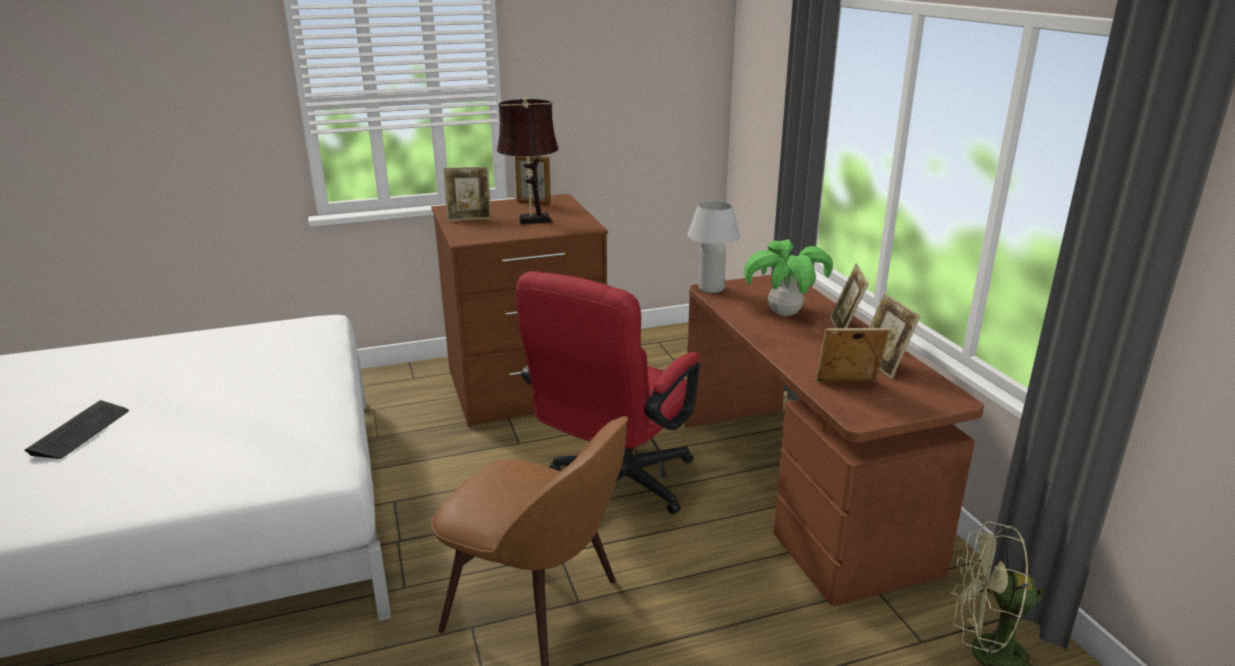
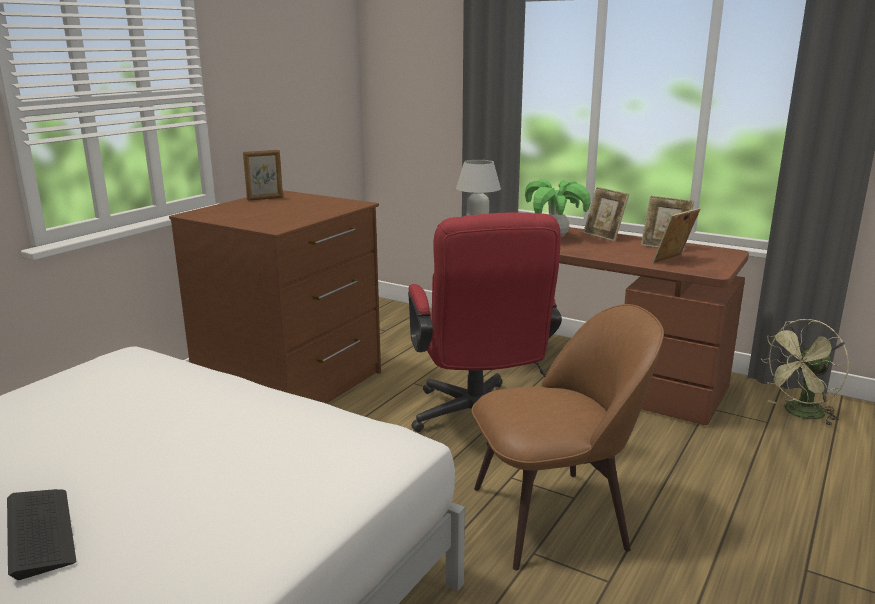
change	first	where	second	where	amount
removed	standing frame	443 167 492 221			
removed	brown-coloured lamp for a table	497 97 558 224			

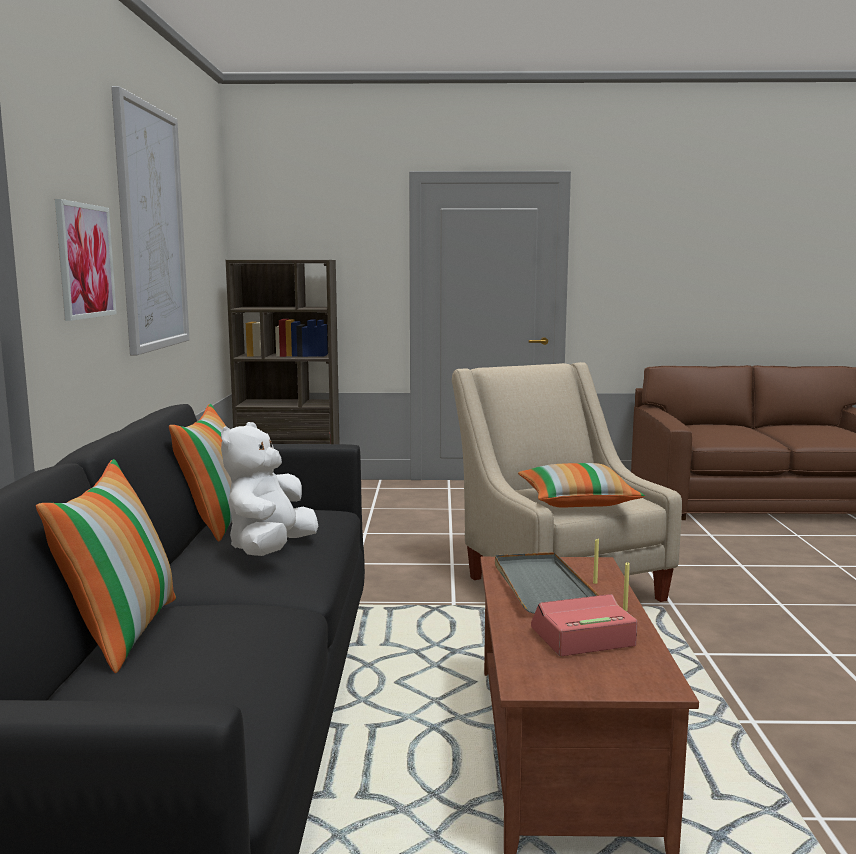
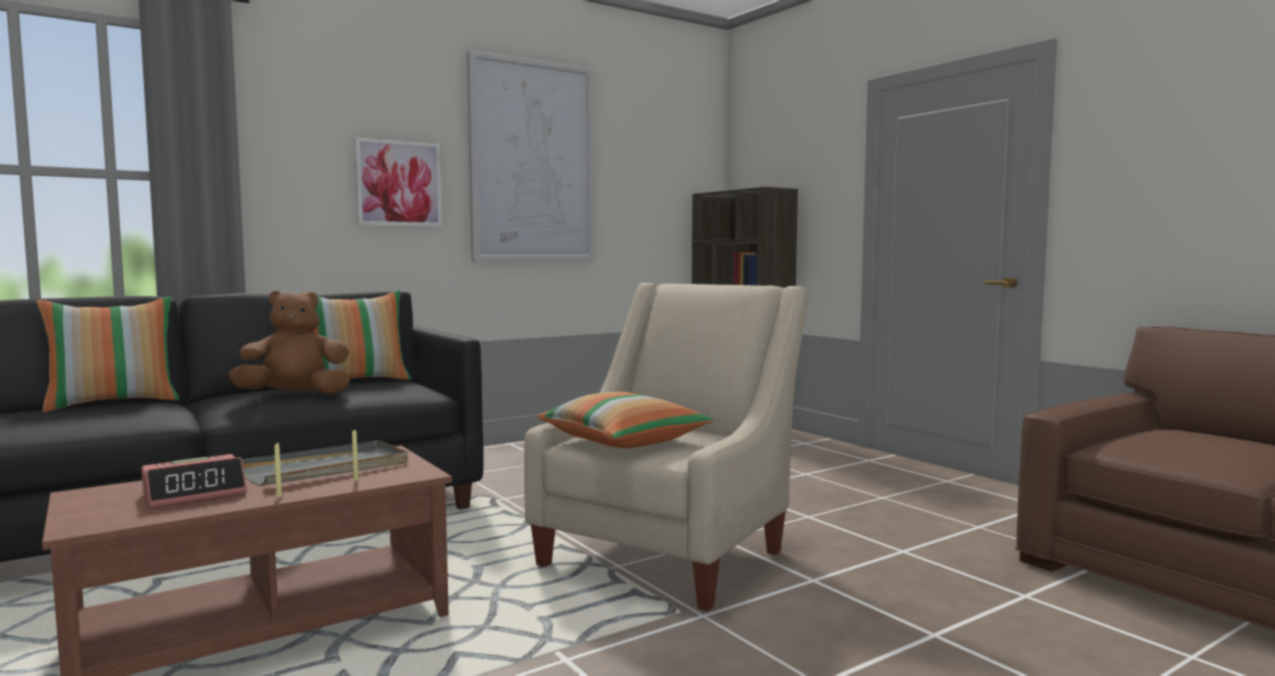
change	first	where	second	where	amount
turned	table clock	531 594 638 656		142 454 247 508	105 degrees clockwise
recoloured	white-coloured plush toy	221 422 318 556	brown-coloured plush toy	229 291 350 395	

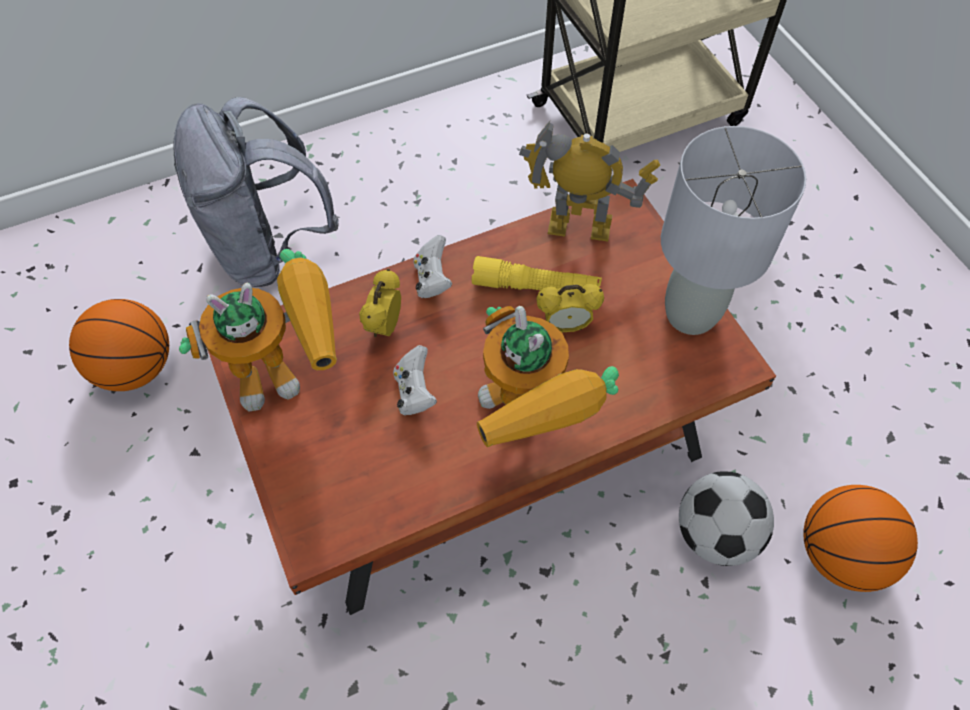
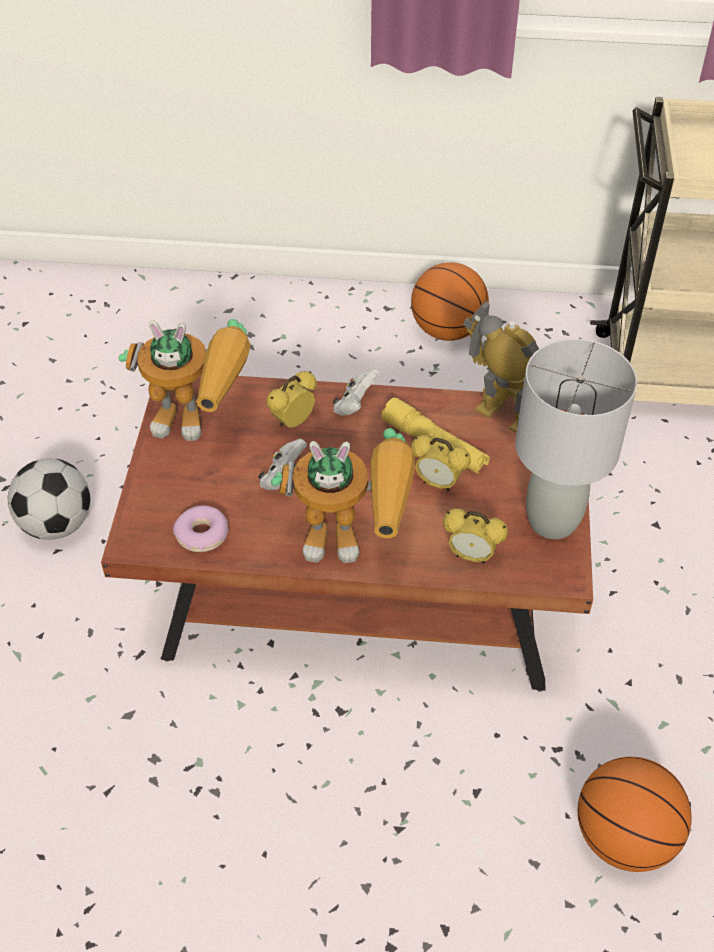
change	first	where	second	where	amount
moved	football ball	679 471 774 566		7 458 90 540	
added			doughnut	173 505 229 552	
turned	robot figure	477 306 619 447		271 428 415 563	90 degrees counterclockwise
moved	ball for basketball	69 299 169 391		411 262 489 341	
added			table clock	443 509 508 564	
removed	gray backpack	173 97 339 287			

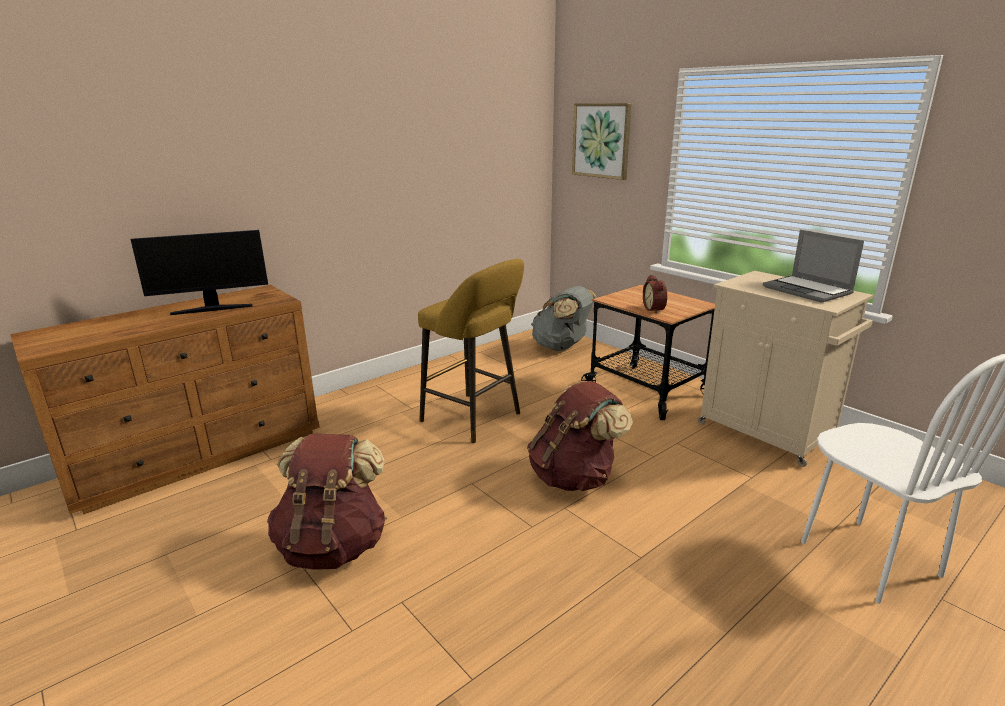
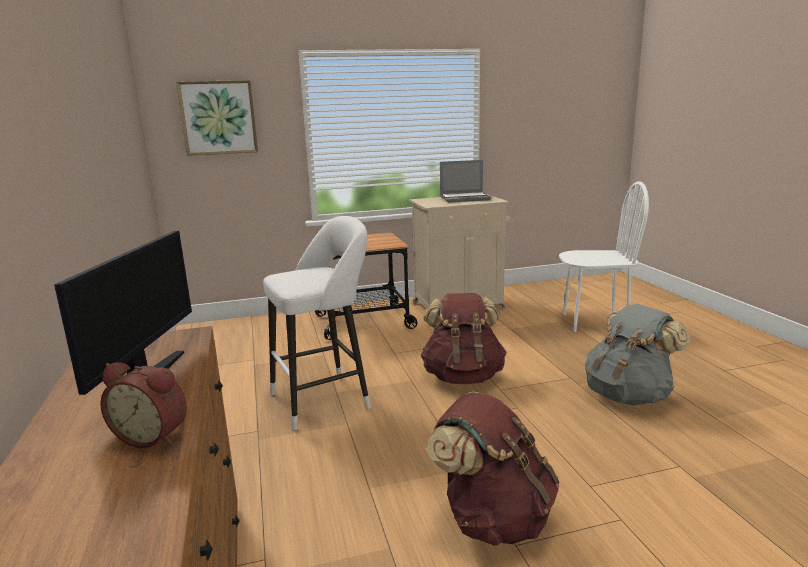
change	first	where	second	where	amount
moved	table clock	643 275 667 314		100 362 187 448	
recoloured	yellowish stool	418 259 524 443	white-coloured stool	263 216 371 430	
moved	gray backpack	531 286 597 351		585 304 690 405	

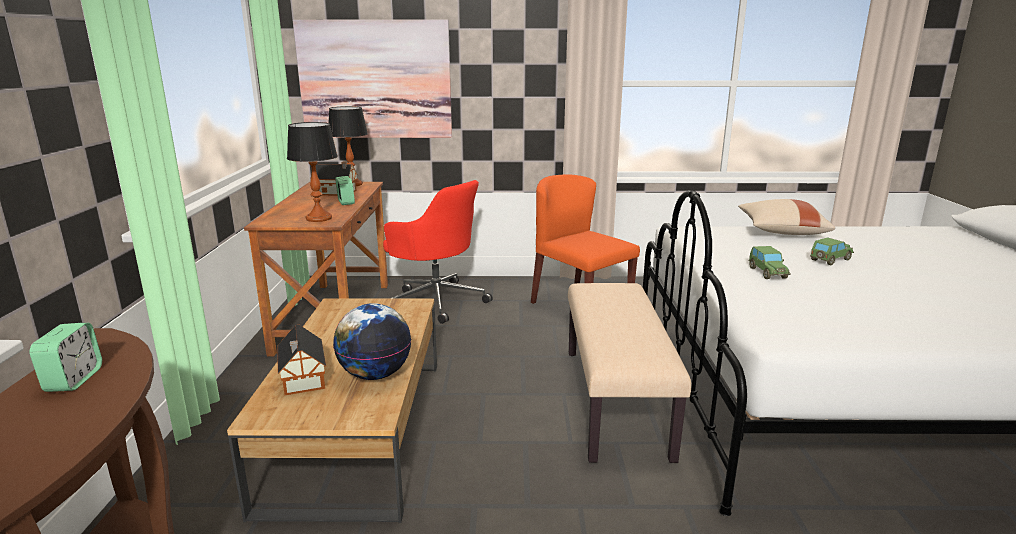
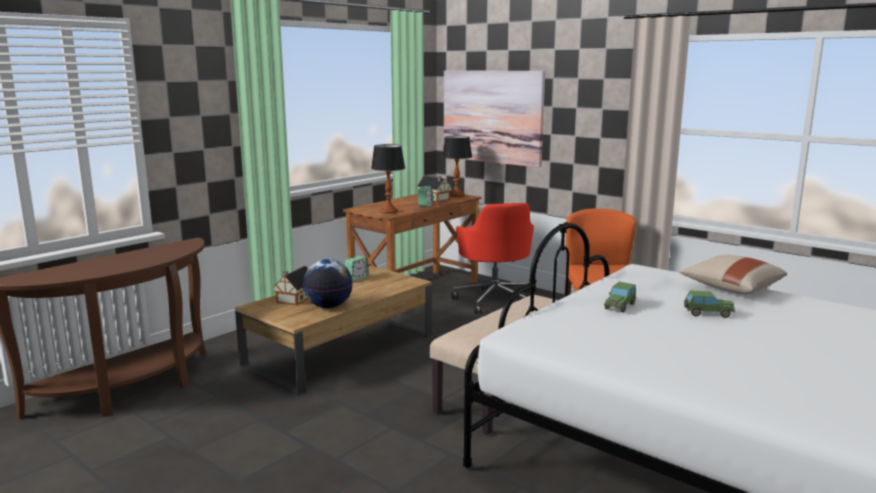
change	first	where	second	where	amount
moved	table clock	29 323 102 392		345 256 369 281	

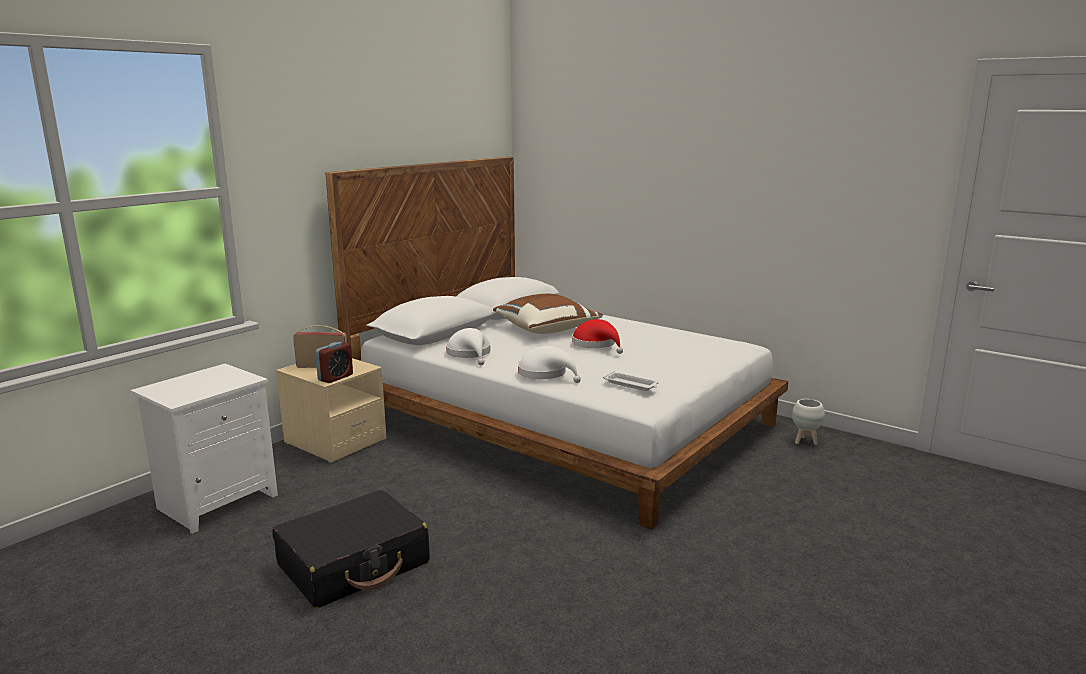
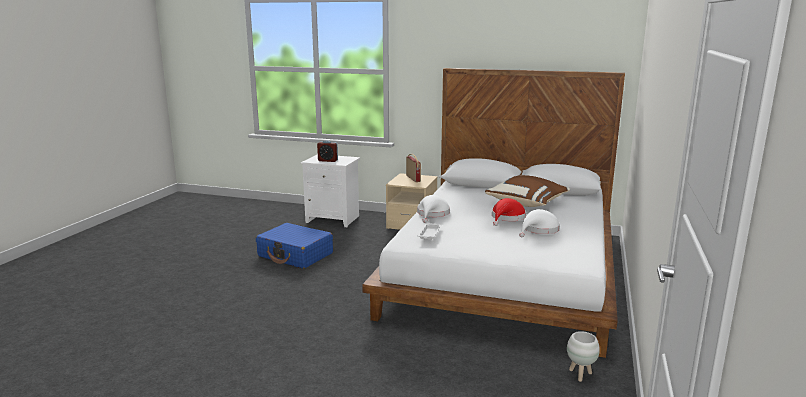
change	first	where	second	where	amount
recoloured	black suitcase	272 490 430 608	blue-coloured suitcase	256 223 333 269	
moved	table clock	315 342 353 383		317 140 338 162	
moved	white-coloured hat	446 328 490 365		519 209 560 237	

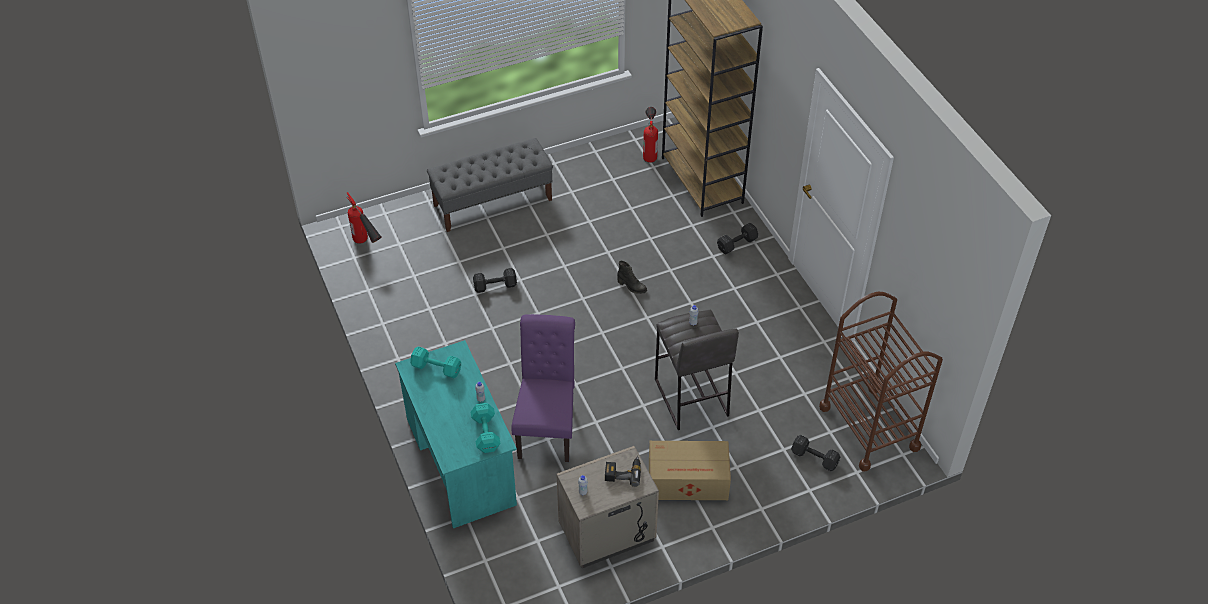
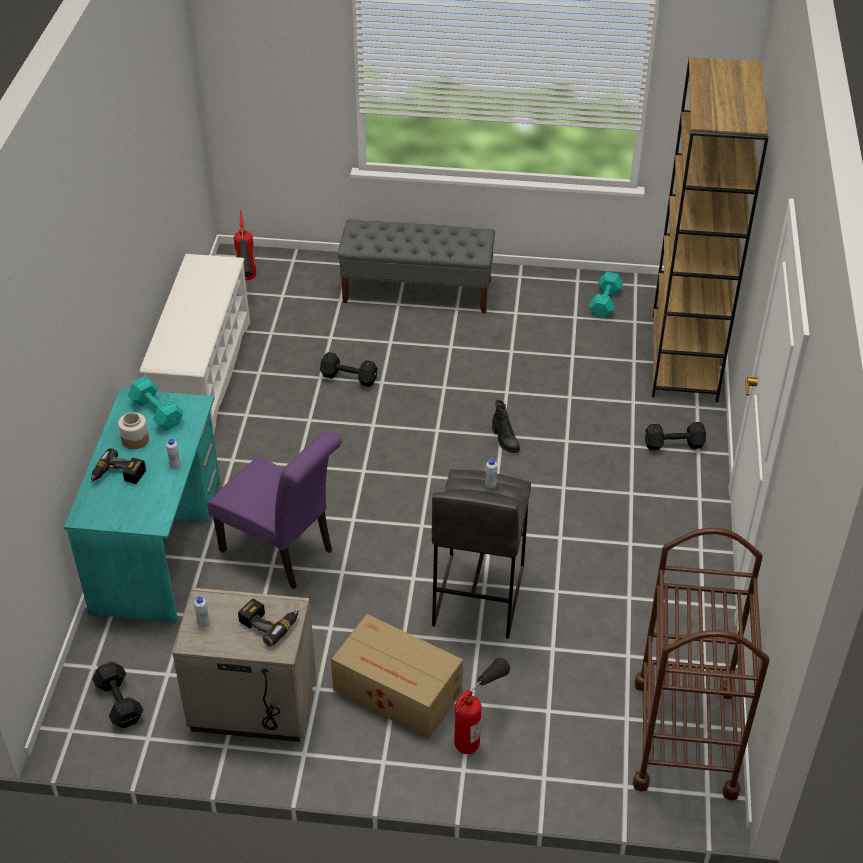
change	first	where	second	where	amount
added			electric drill	91 448 146 484	
moved	black hand weight	791 435 841 471		92 662 143 728	
added			storage jar	118 412 149 449	
added			white-coloured shoe rack	140 254 250 435	
turned	purplish plain chair	511 314 575 462		207 431 342 589	90 degrees clockwise
moved	fire extinguisher	643 107 658 163		454 658 510 754	
moved	turquoise-coloured hand weight	470 403 500 453		589 272 623 318	

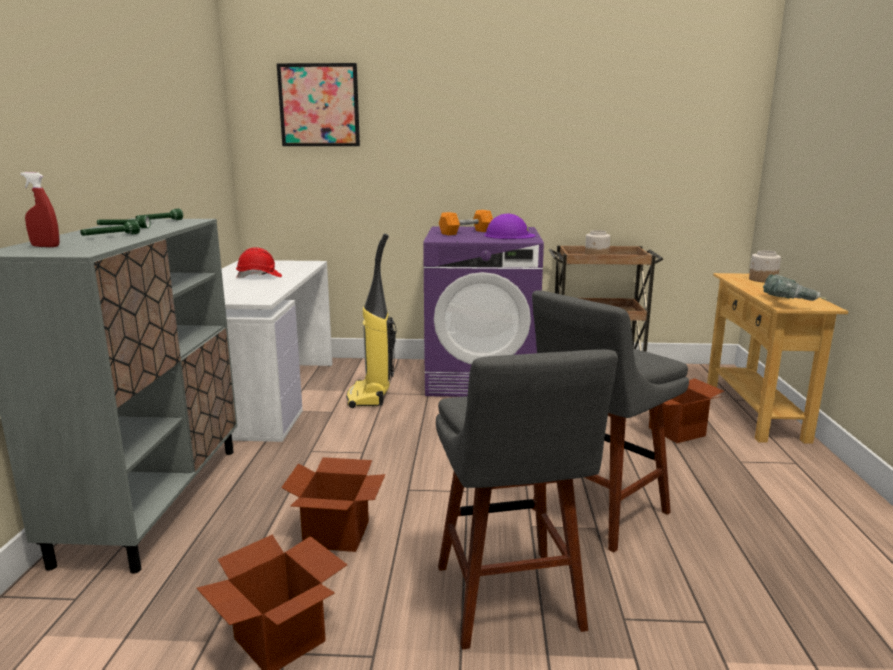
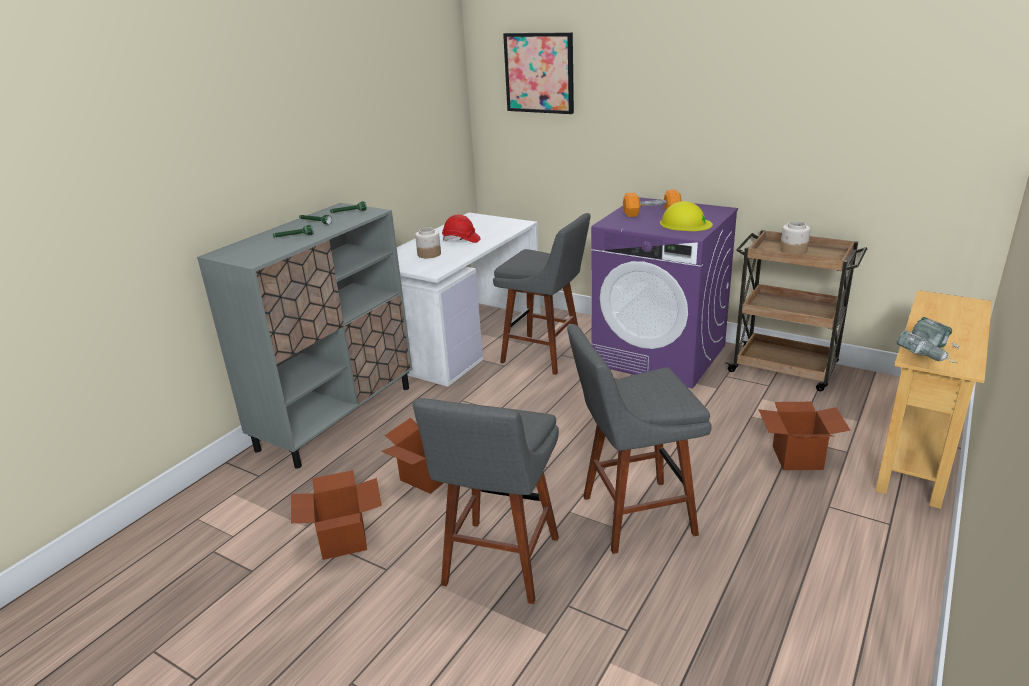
change	first	where	second	where	amount
moved	storage jar	749 250 781 283		415 227 441 258	
replaced	hoover	346 233 396 408	gray stool	493 213 590 375	
recoloured	purplish hard hat	484 214 536 239	yellowish hard hat	660 201 713 231	
removed	red hand sprayer	20 172 60 247			

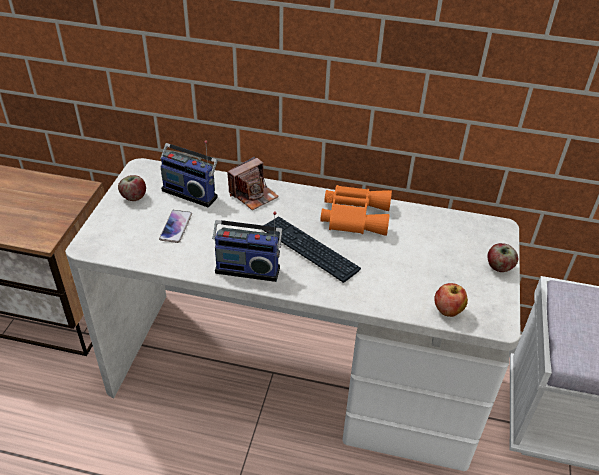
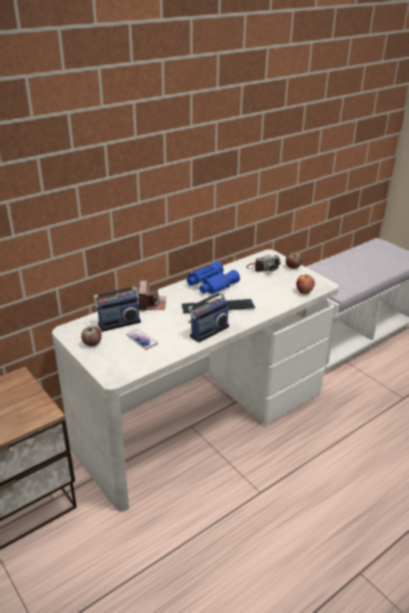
change	first	where	second	where	amount
recoloured	orange-coloured pair of binoculars	320 185 392 236	blue-coloured pair of binoculars	187 261 240 295	
added			photo camera	246 255 281 272	

